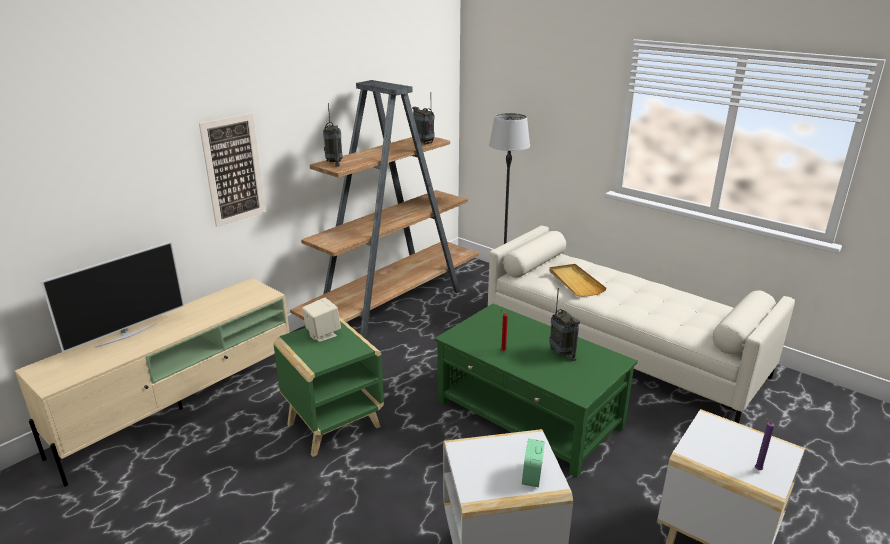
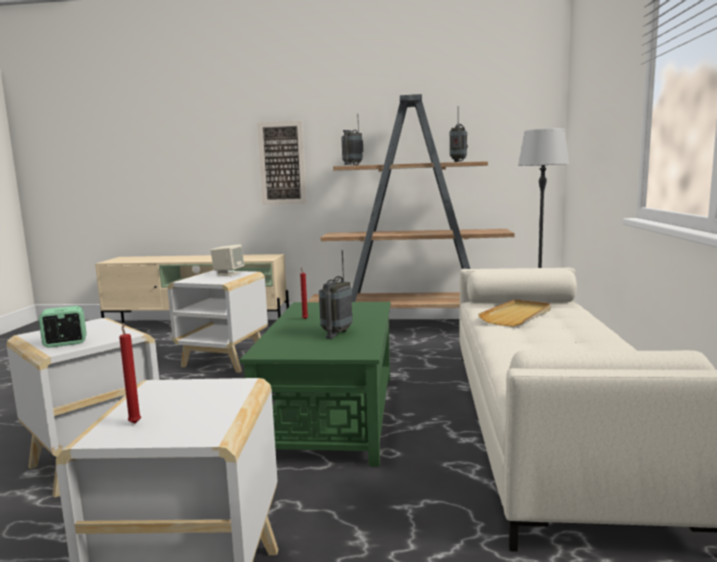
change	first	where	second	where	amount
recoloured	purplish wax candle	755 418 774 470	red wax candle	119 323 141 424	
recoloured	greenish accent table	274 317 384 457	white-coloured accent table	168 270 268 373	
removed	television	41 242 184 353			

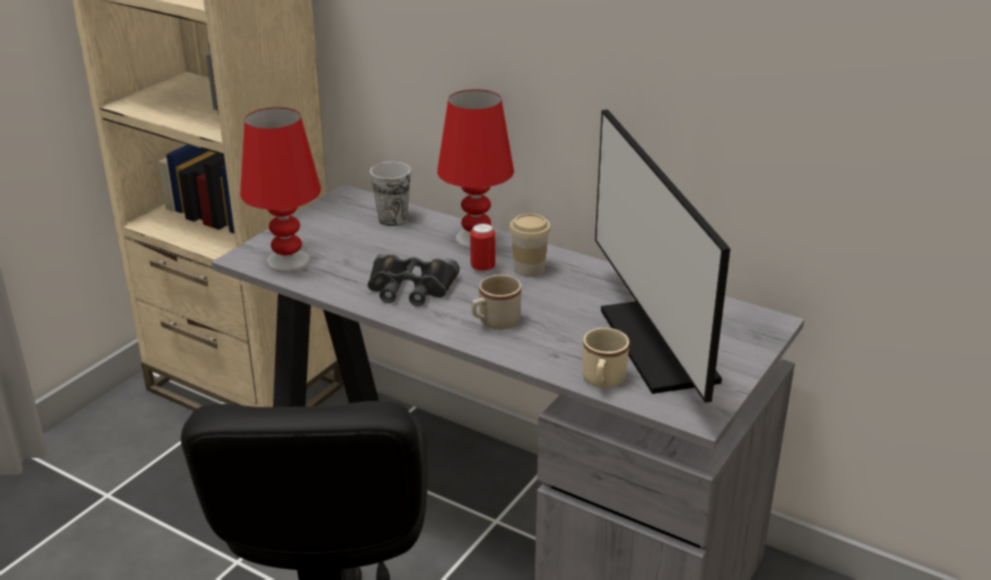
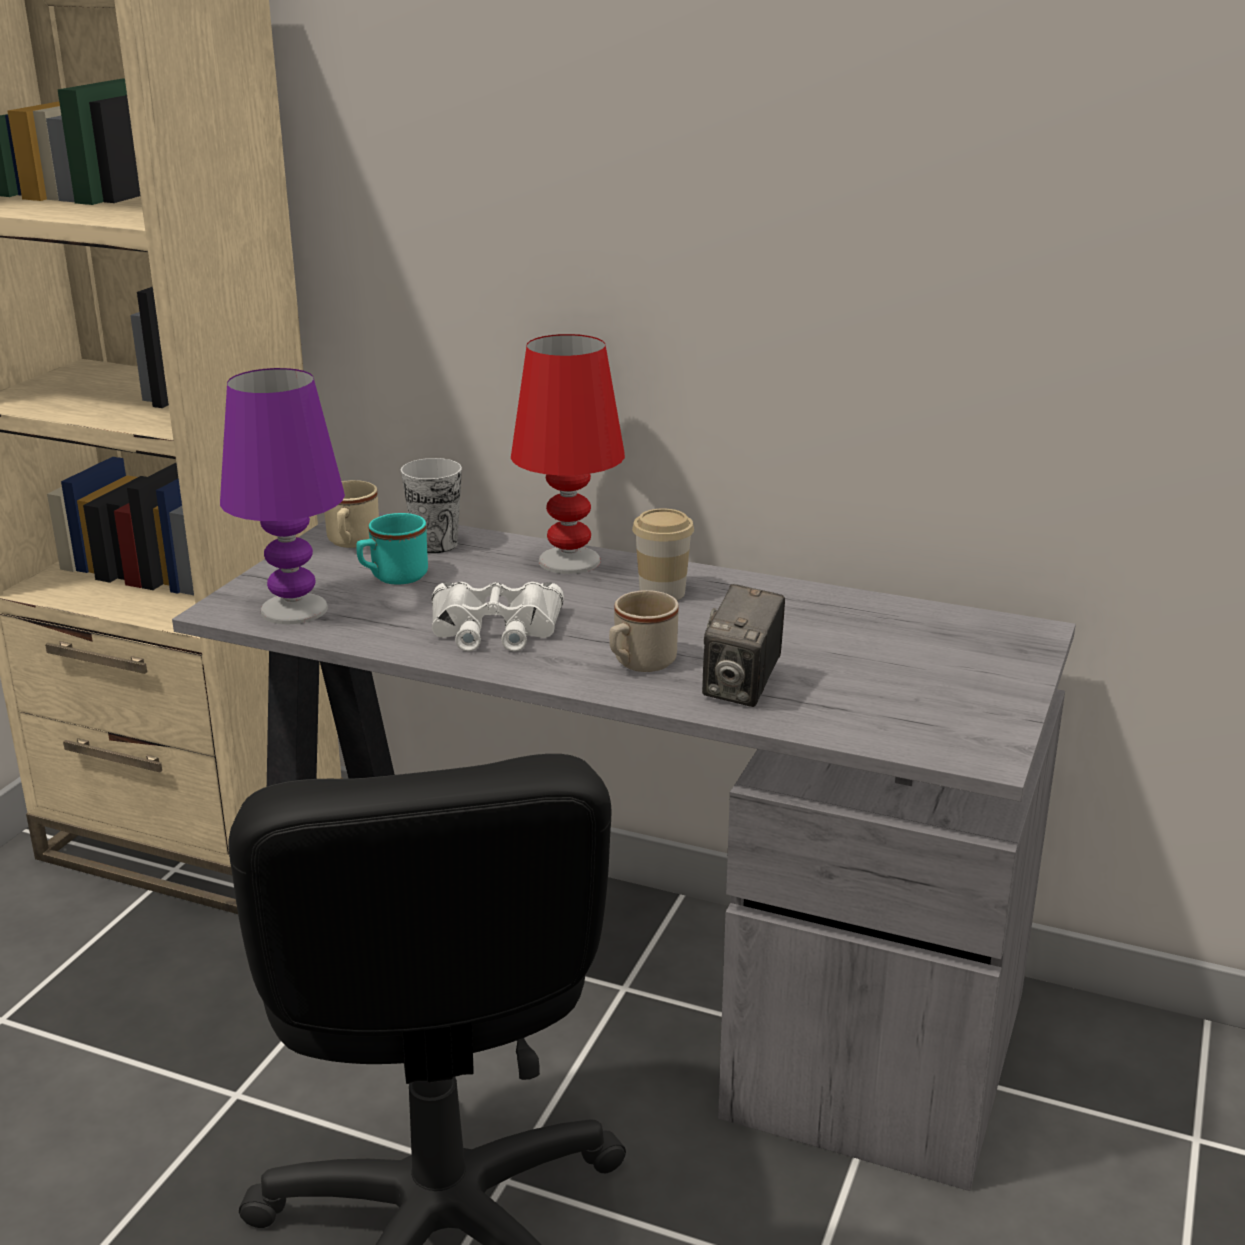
change	first	where	second	where	amount
recoloured	red lamp for a table	240 107 321 273	purplish lamp for a table	220 368 345 624	
moved	sand-coloured coffee mug	582 328 629 388		324 480 379 548	
added			turquoise-coloured coffee mug	356 513 428 585	
recoloured	black pair of binoculars	368 253 460 306	white-coloured pair of binoculars	432 582 564 652	
added			photo camera	702 584 785 707	
removed	metal can	470 223 495 274			
removed	computer display	595 109 730 403			

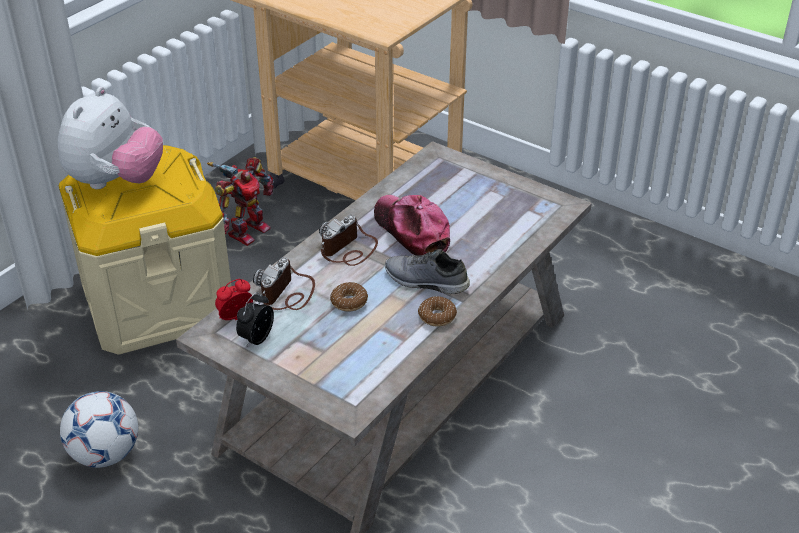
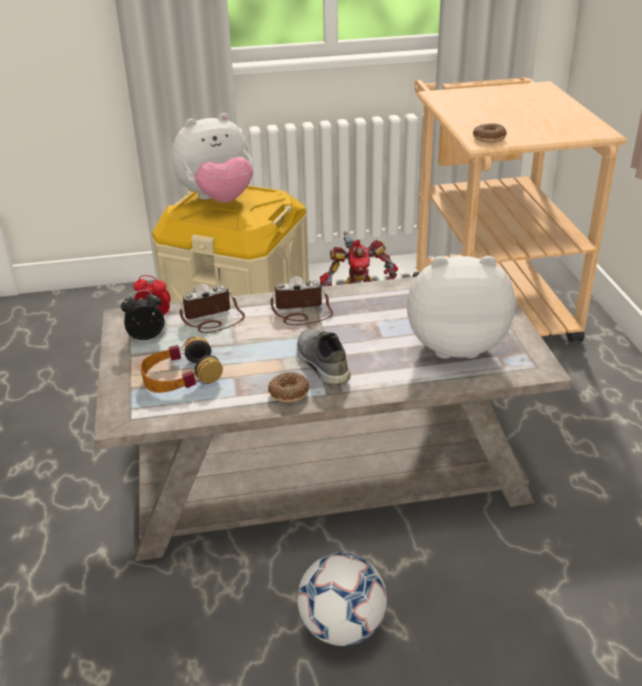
change	first	where	second	where	amount
added			headset	140 336 223 393	
moved	football ball	60 391 138 468		297 552 387 646	
added			plush toy	407 256 515 359	
moved	doughnut	330 282 368 312		473 123 507 143	
removed	baseball cap	374 195 450 255			

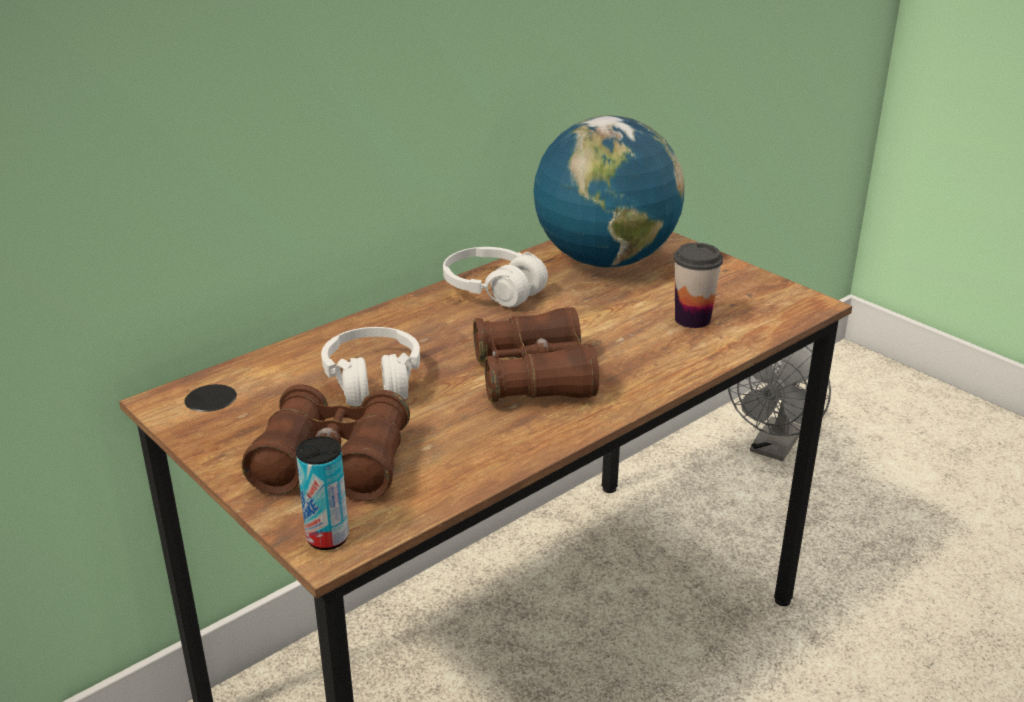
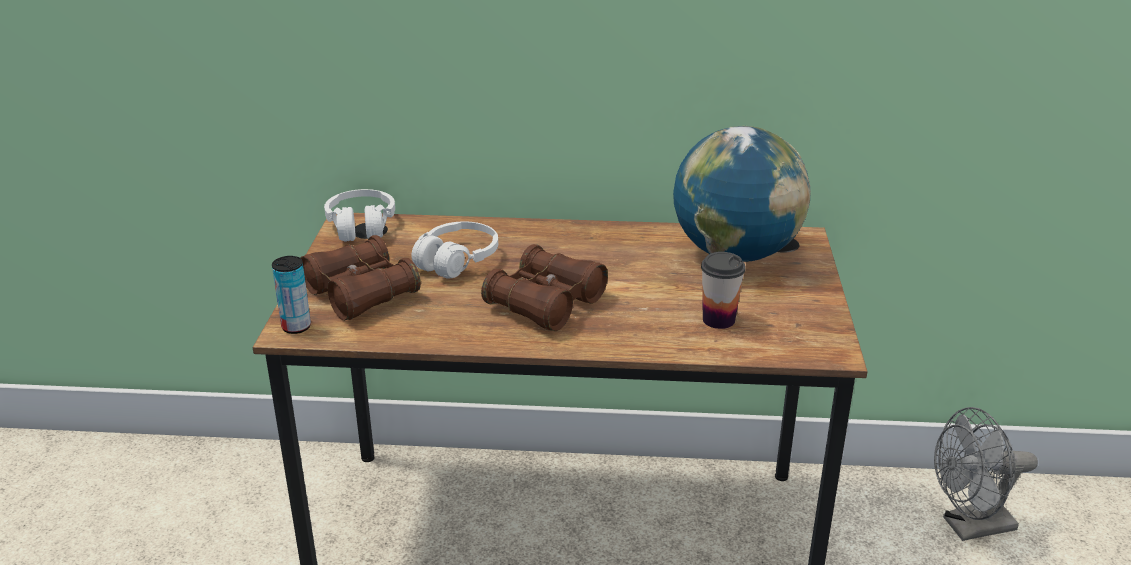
change	first	where	second	where	amount
moved	white-coloured headset	443 247 548 307		324 189 395 242	

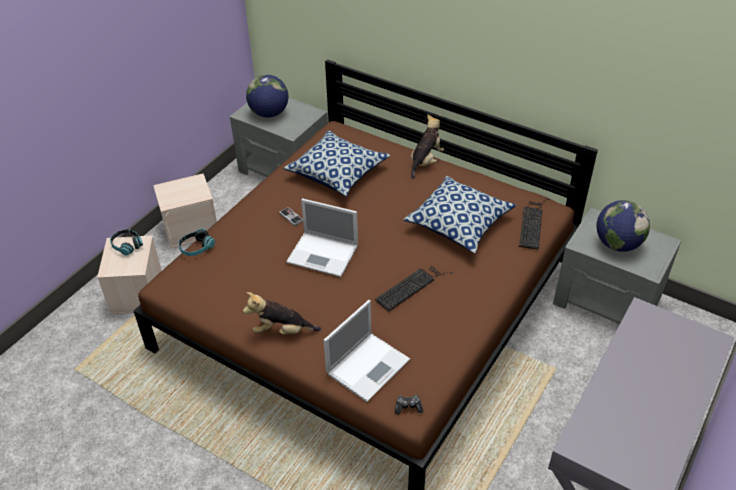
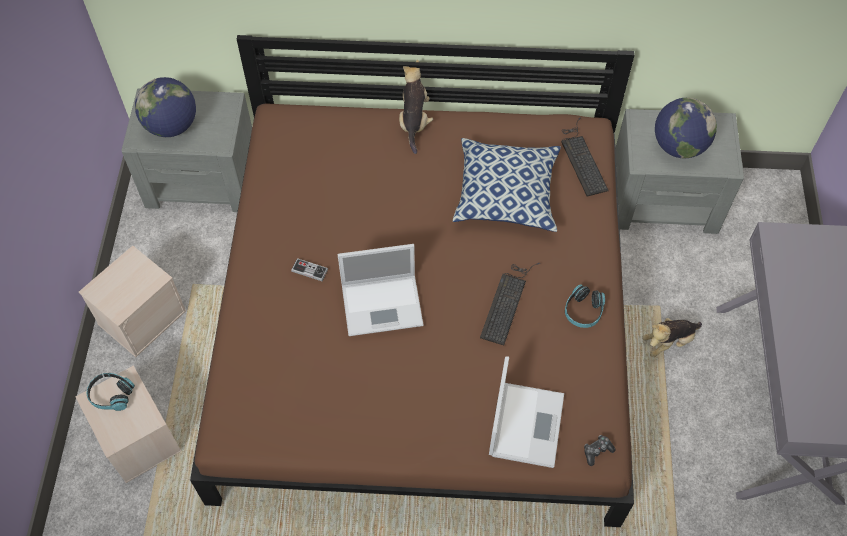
change	first	where	second	where	amount
moved	headset	178 228 215 256		565 284 605 328	
moved	plush toy	243 292 321 334		642 318 702 357	
removed	cushion	283 130 390 196			

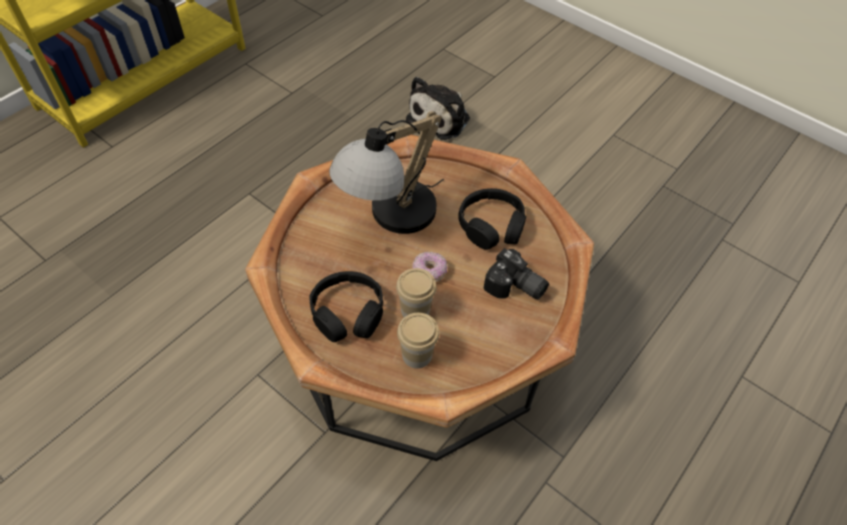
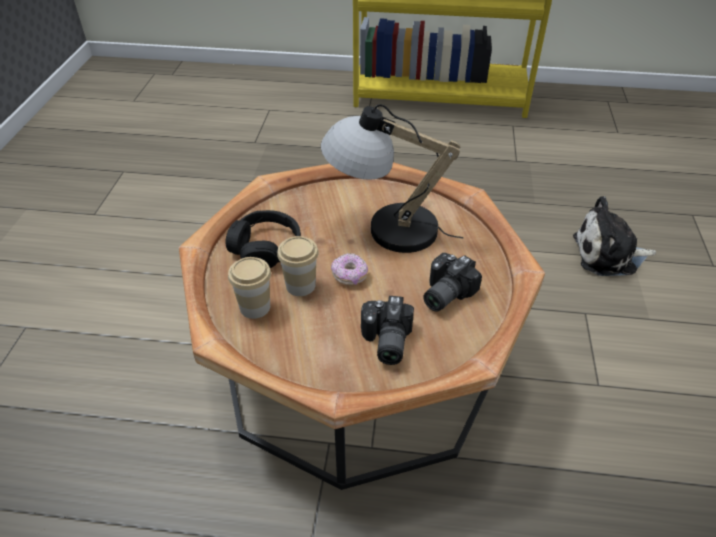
change	first	where	second	where	amount
replaced	black headset	458 188 526 250	photo camera	423 253 482 312	

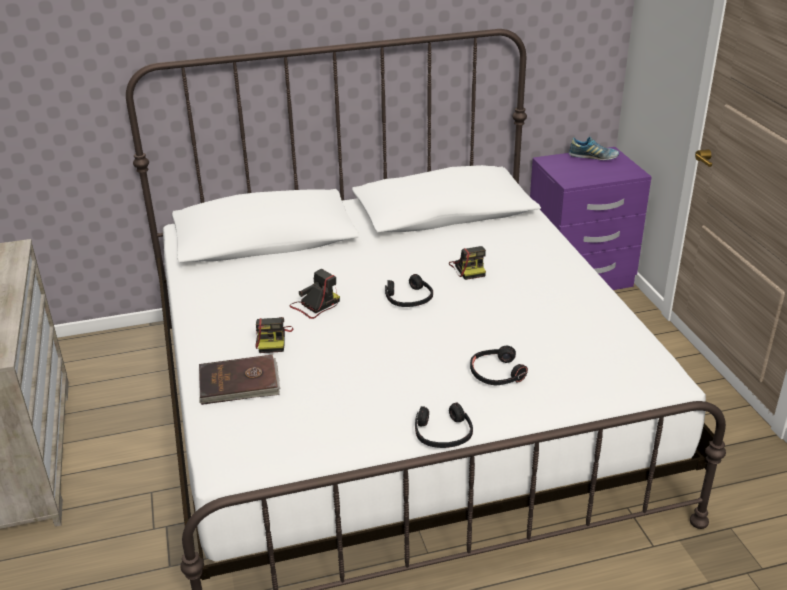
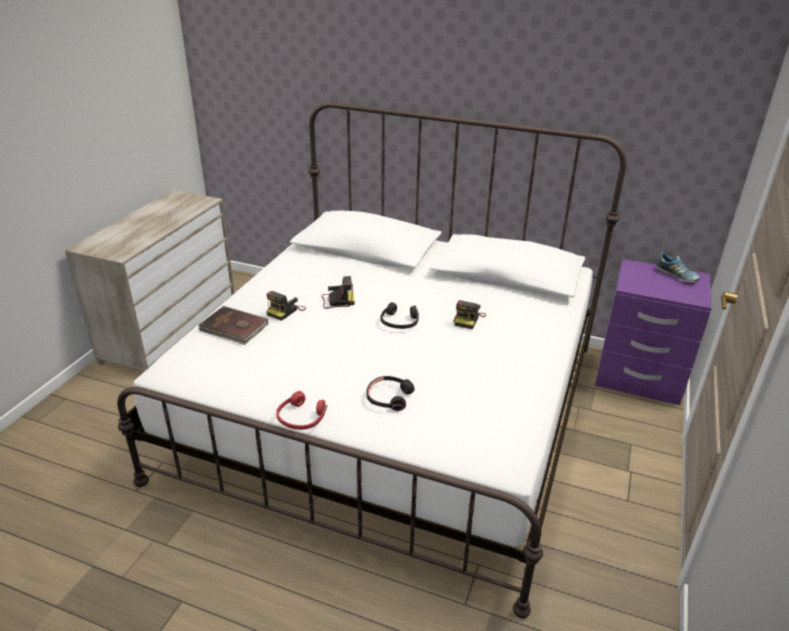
change	first	where	second	where	amount
recoloured	black headset	415 403 473 448	red headset	276 391 327 430	

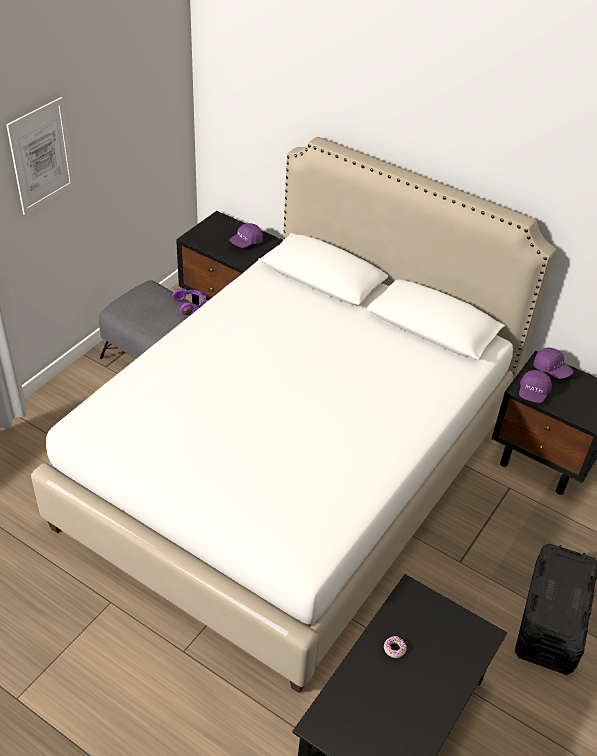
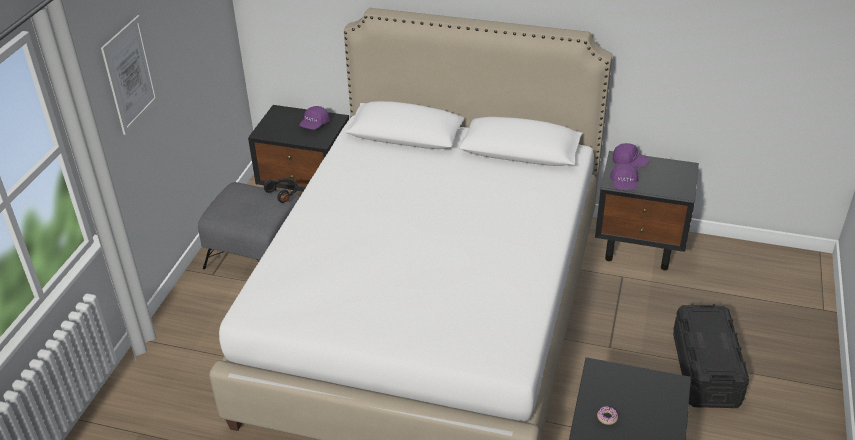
change	first	where	second	where	amount
recoloured	purplish headset	173 289 206 315	black headset	264 178 298 203	

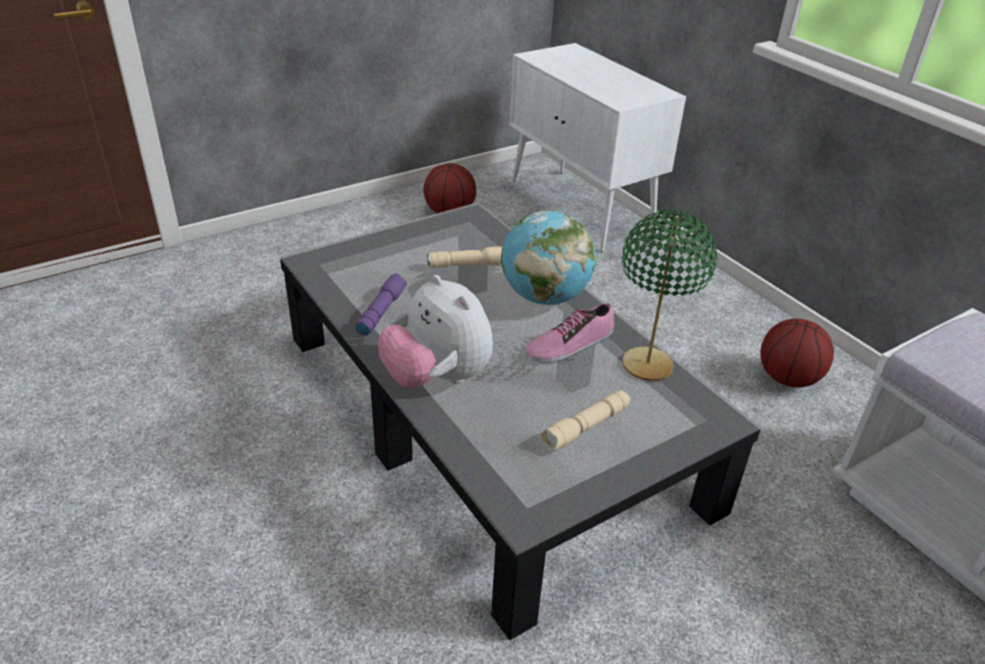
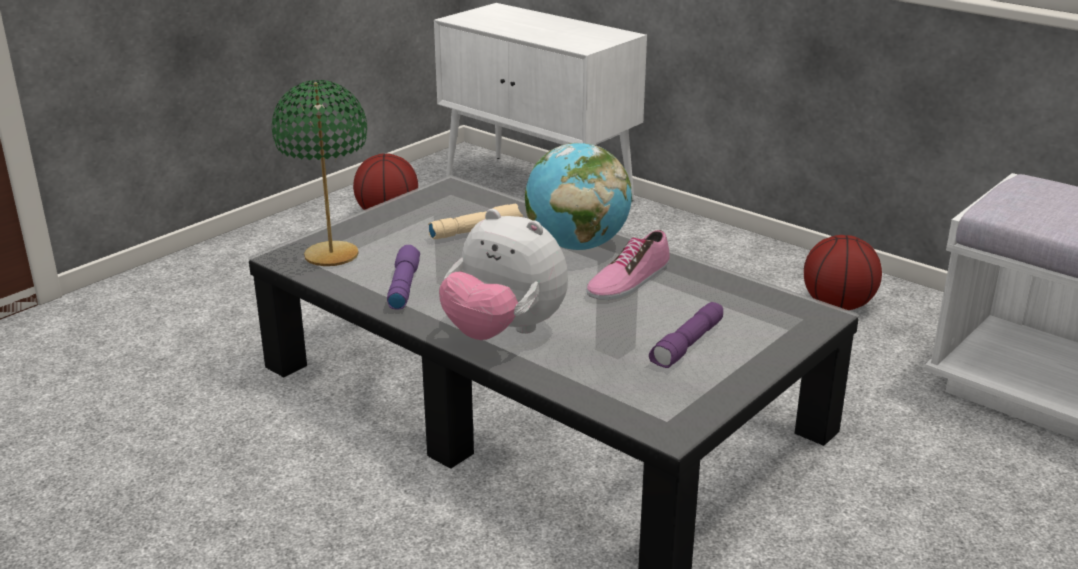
change	first	where	second	where	amount
moved	greenish lamp for a table	622 210 717 381		272 80 367 266	
recoloured	sand-coloured torch	541 390 630 451	purplish torch	649 302 723 368	

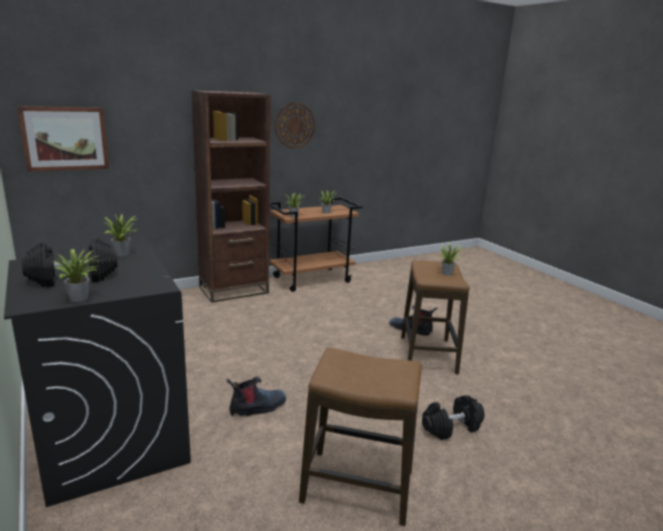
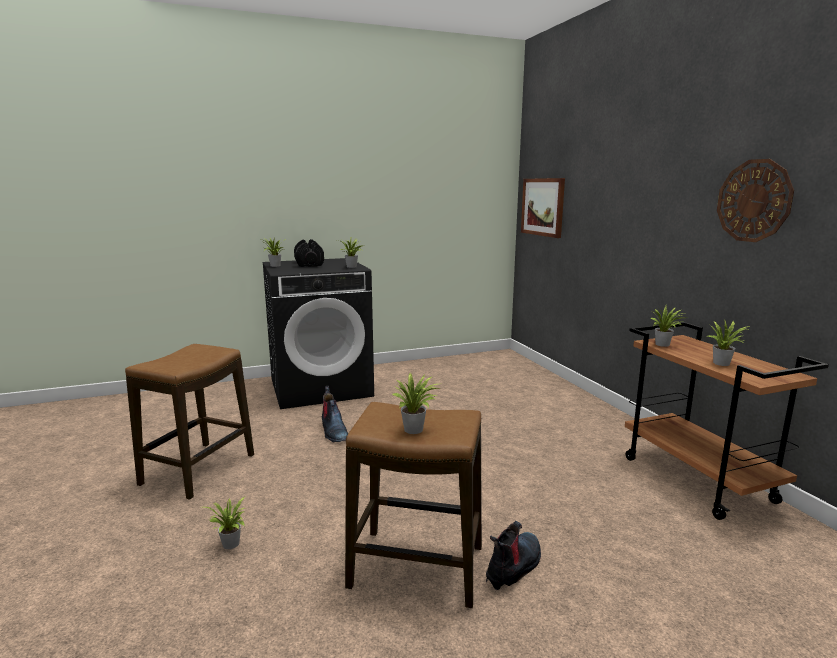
change	first	where	second	where	amount
replaced	black hand weight	422 395 484 440	houseplant	205 496 246 549	
removed	brown-coloured shelving unit	191 90 270 303			

